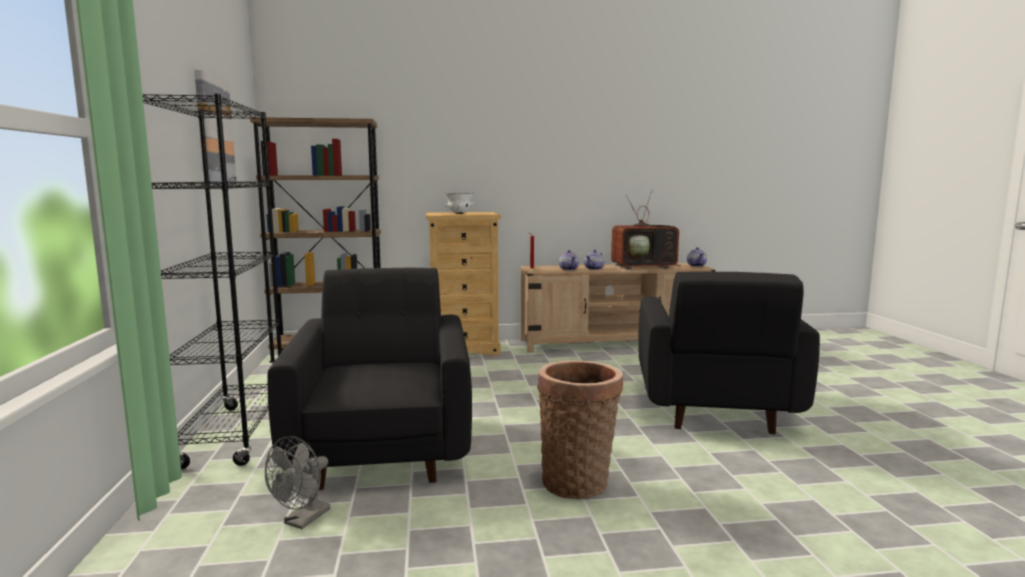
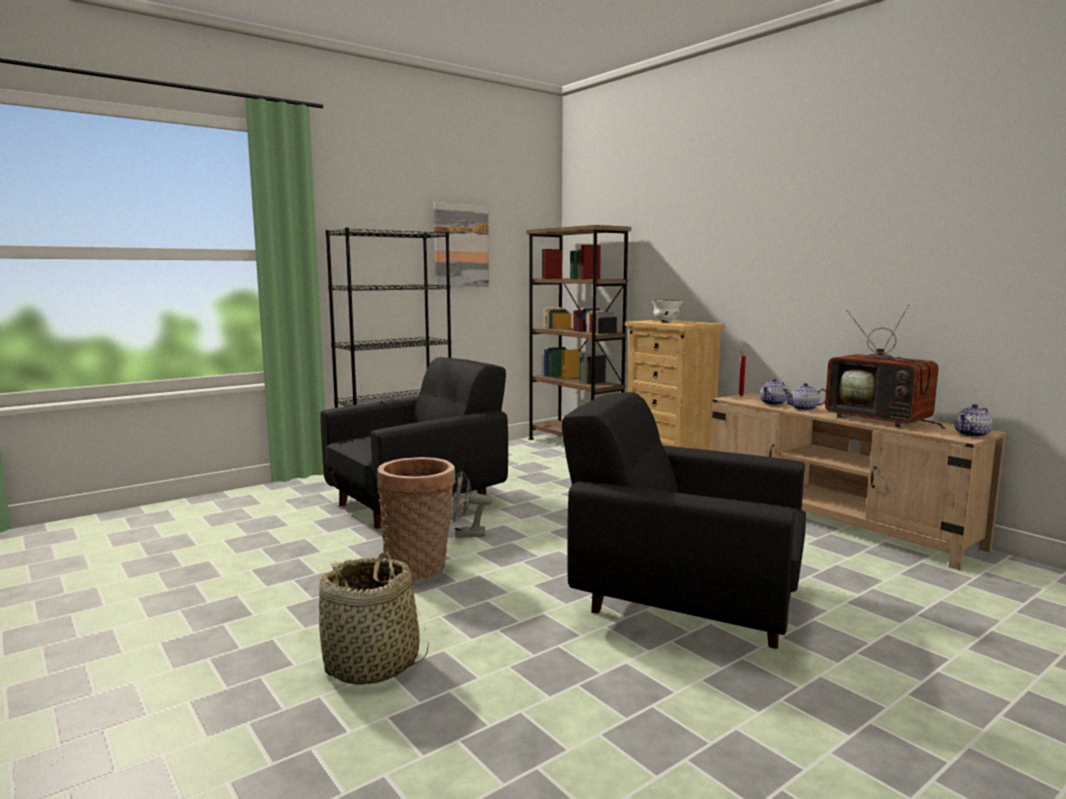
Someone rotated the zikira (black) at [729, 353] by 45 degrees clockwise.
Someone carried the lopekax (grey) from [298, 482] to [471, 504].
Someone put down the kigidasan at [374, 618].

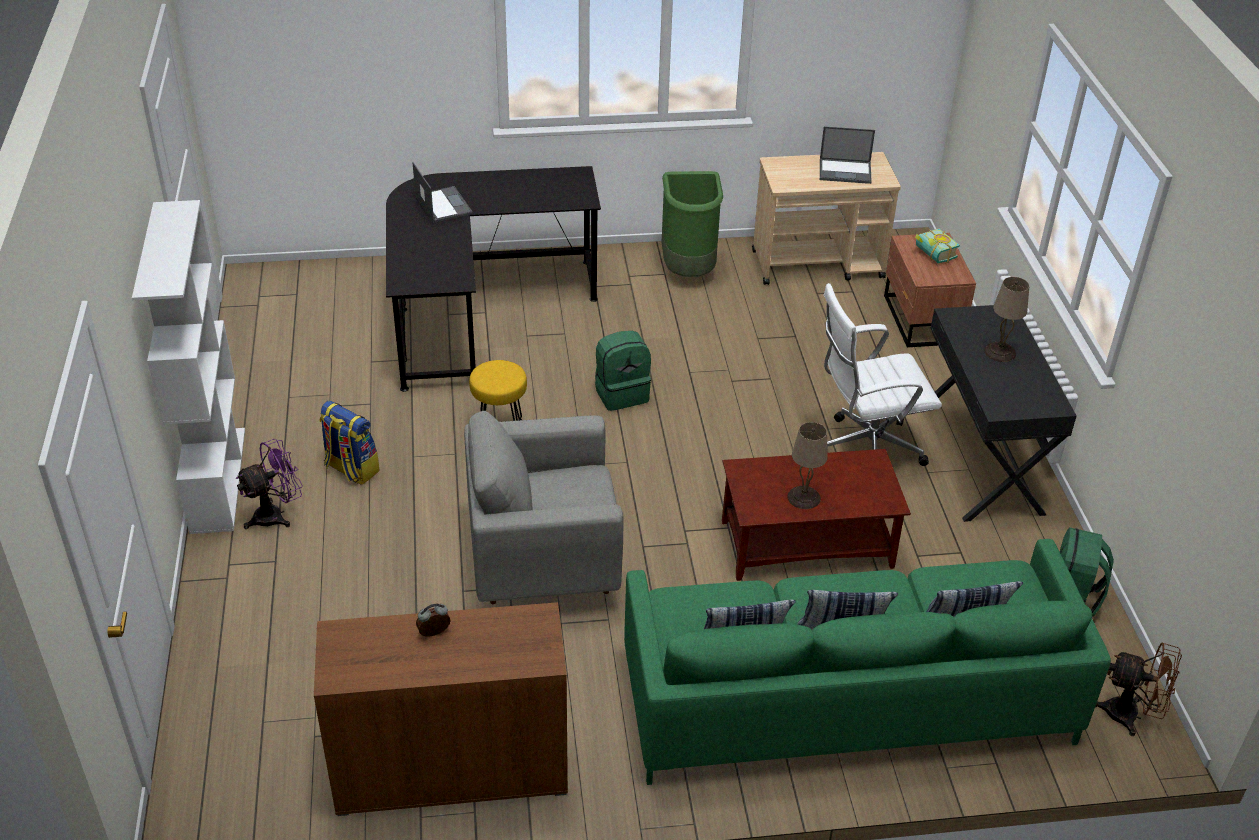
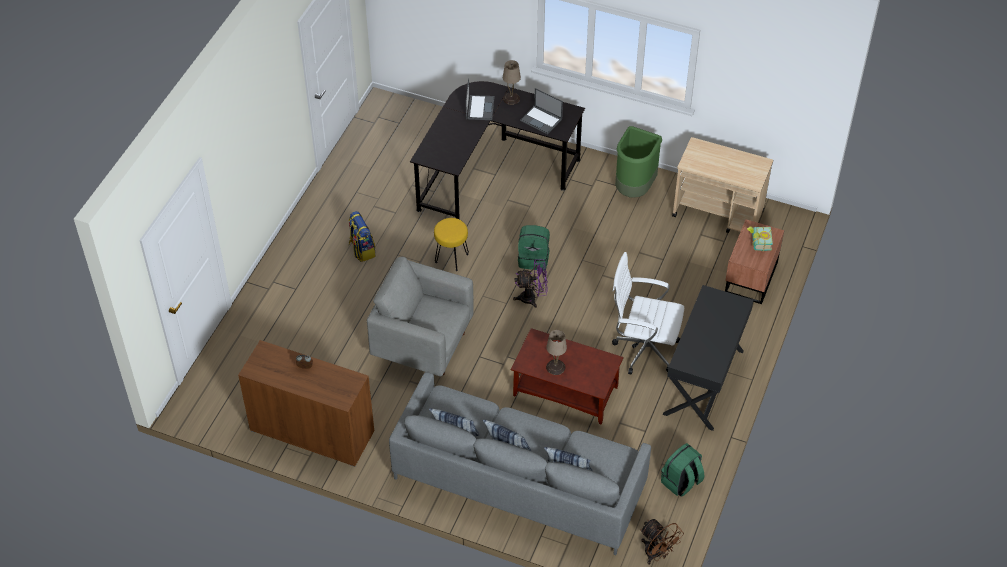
Someone carried the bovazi from [847, 155] to [541, 111].
Someone took away the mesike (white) at [188, 367].
Someone carried the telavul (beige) from [1006, 319] to [512, 82].
Someone carried the lopekax (purple) from [269, 484] to [530, 283].
Someone repainted the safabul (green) at [867, 662], which became the safabul (grey) at [520, 463].

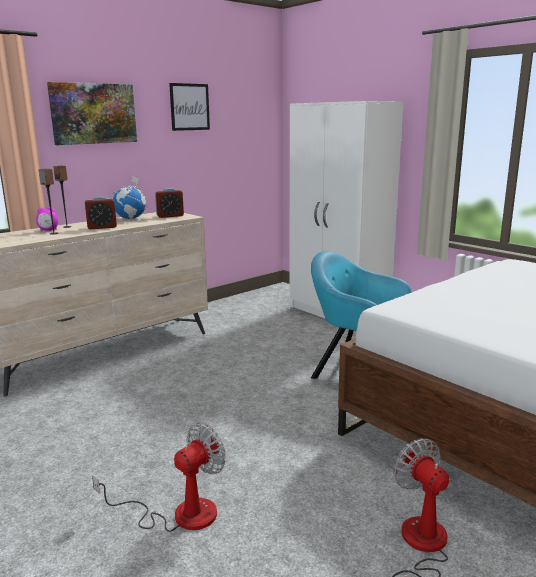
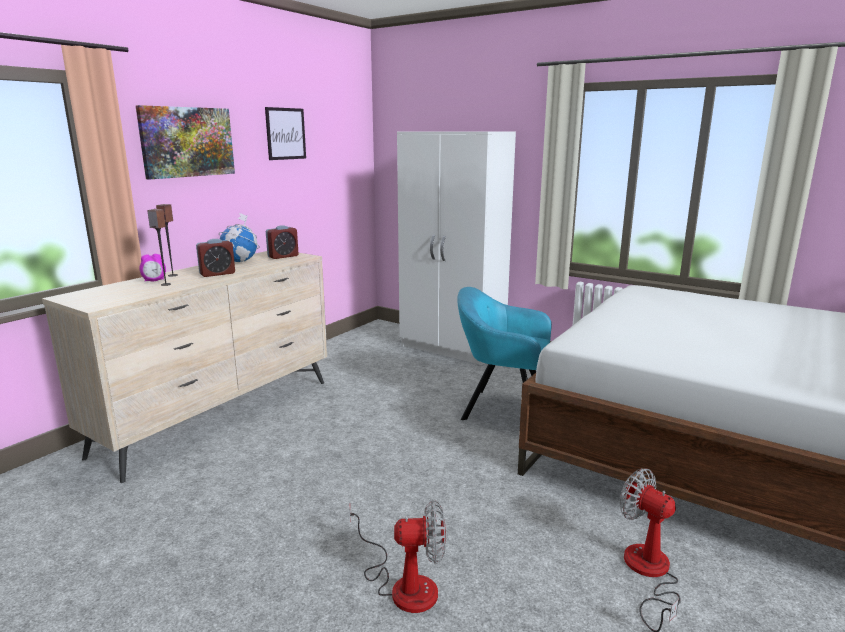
Someone rotated the lopekax at [159, 478] by 60 degrees clockwise.

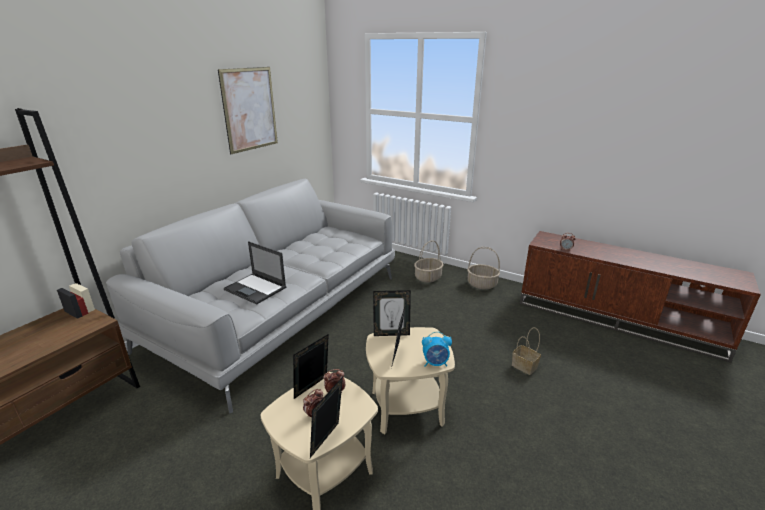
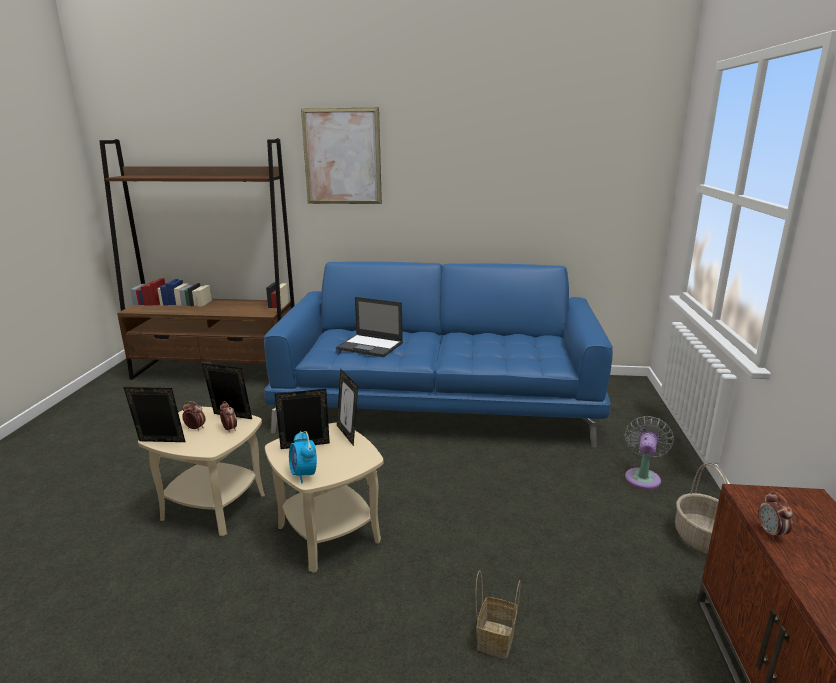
Someone carried the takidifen from [248, 110] to [341, 156].
Someone repainted the safabul (grey) at [250, 296], which became the safabul (blue) at [438, 354].
Someone swapped the kigidasan at [428, 261] for the lopekax (grey) at [649, 452].
Someone rotated the bovazi at [255, 273] by 75 degrees counterclockwise.

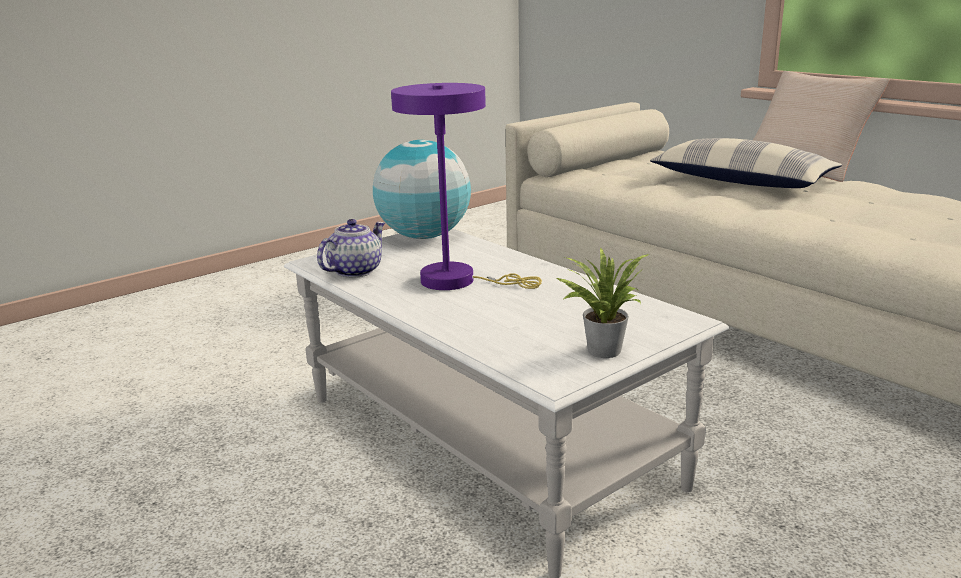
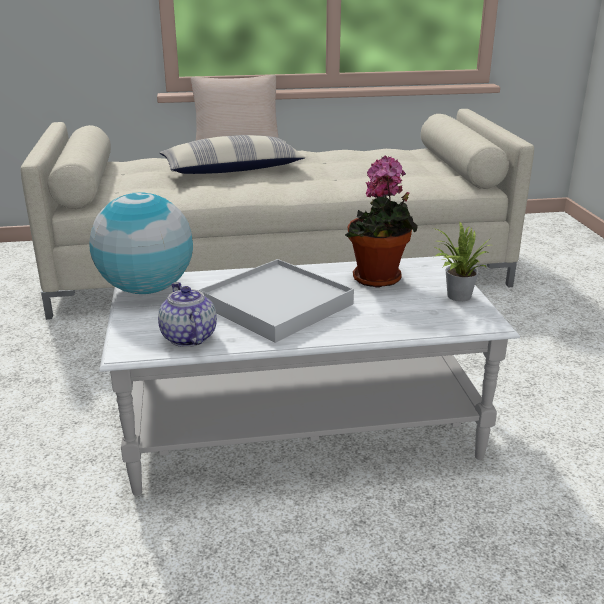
Someone swapped the telavul (purple) at [466, 186] for the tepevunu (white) at [276, 301].
Someone put down the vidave at [381, 222].

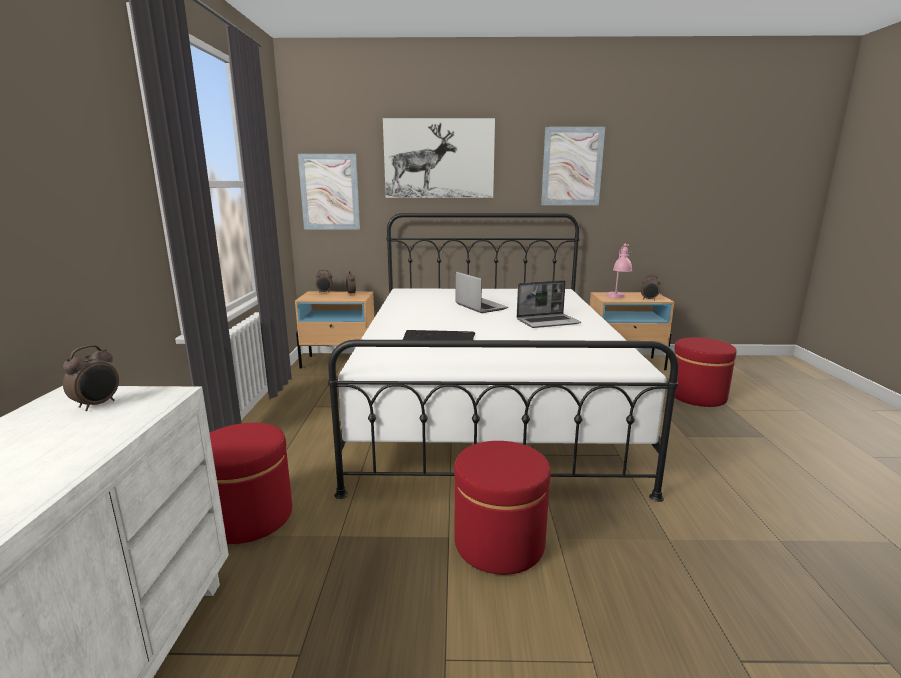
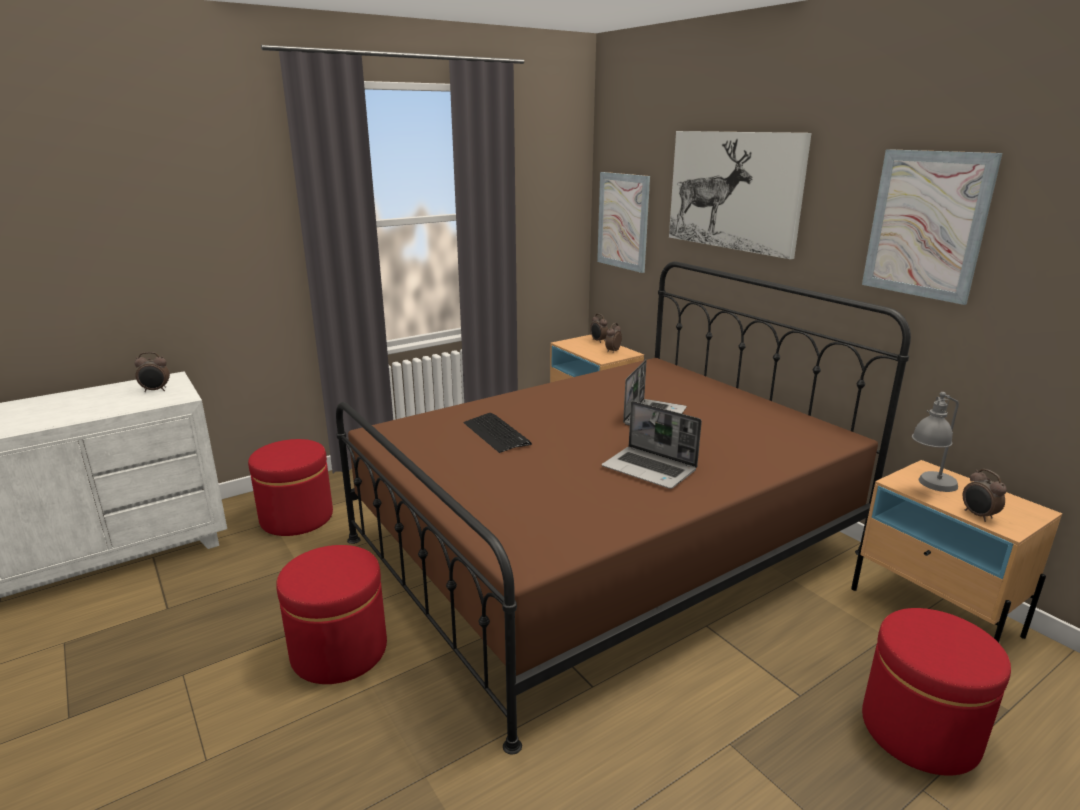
Someone repainted the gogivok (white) at [503, 357], which became the gogivok (brown) at [623, 508].
Someone repainted the telavul (pink) at [619, 271], which became the telavul (grey) at [935, 442].

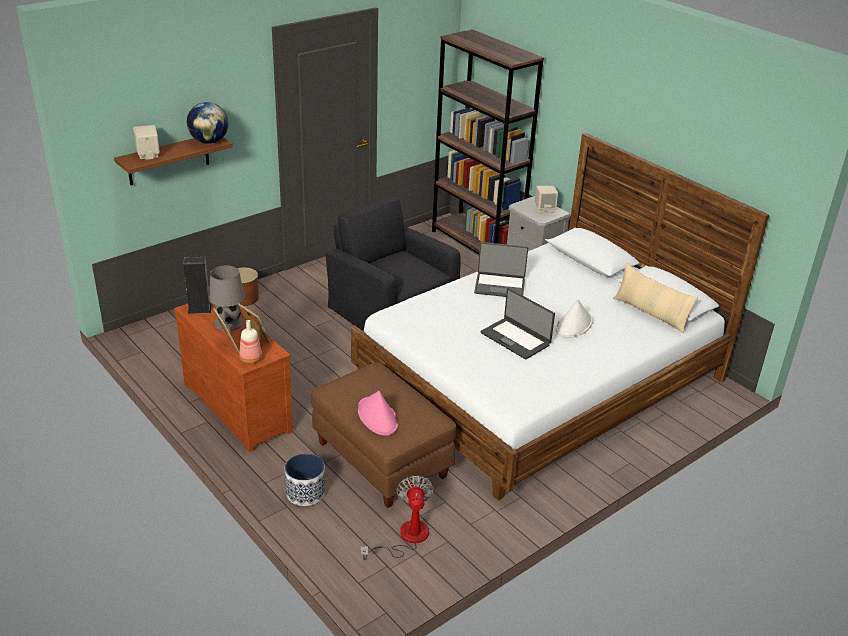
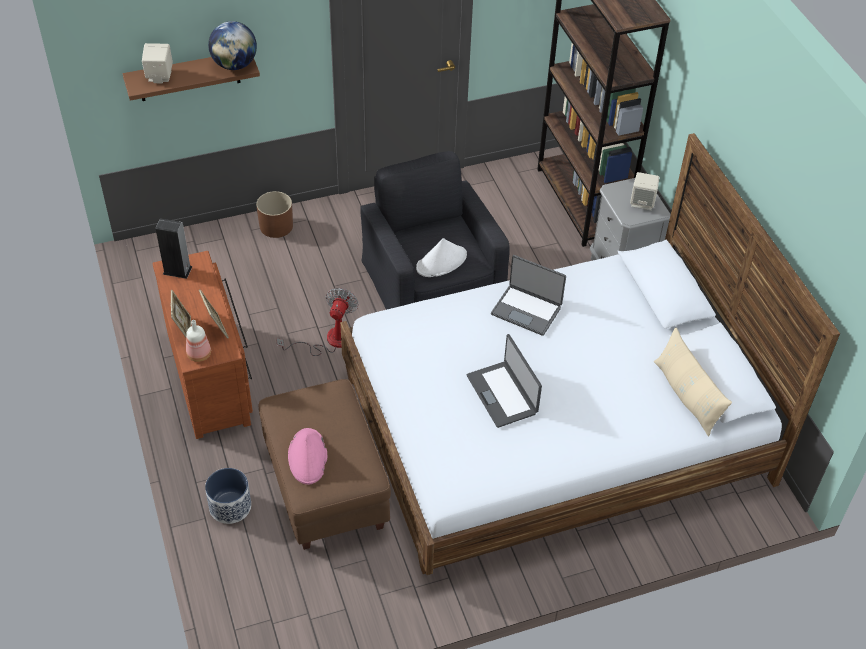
Someone took away the telavul (grey) at [226, 298].
Someone carried the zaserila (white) from [574, 319] to [441, 257].
Someone carried the lopekax from [397, 517] to [317, 322].

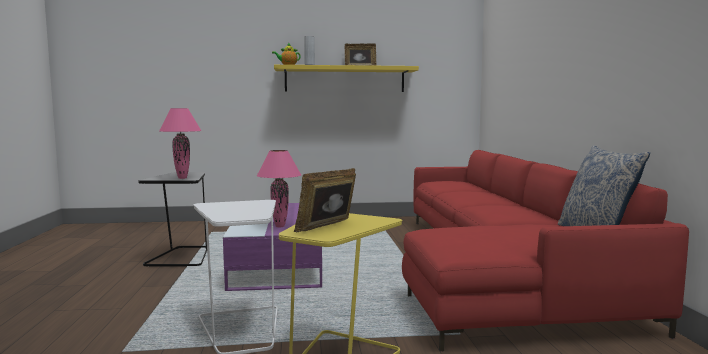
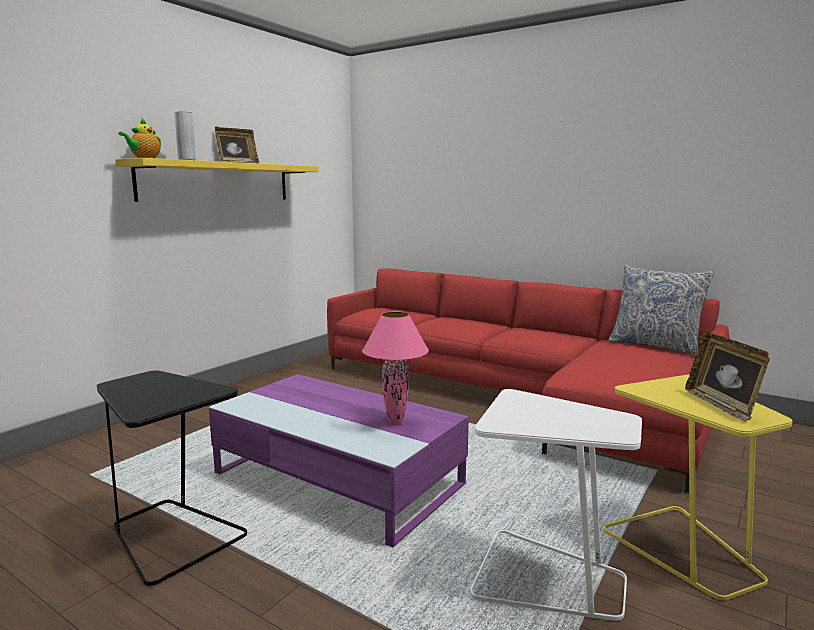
Someone took away the telavul (pink) at [180, 143].

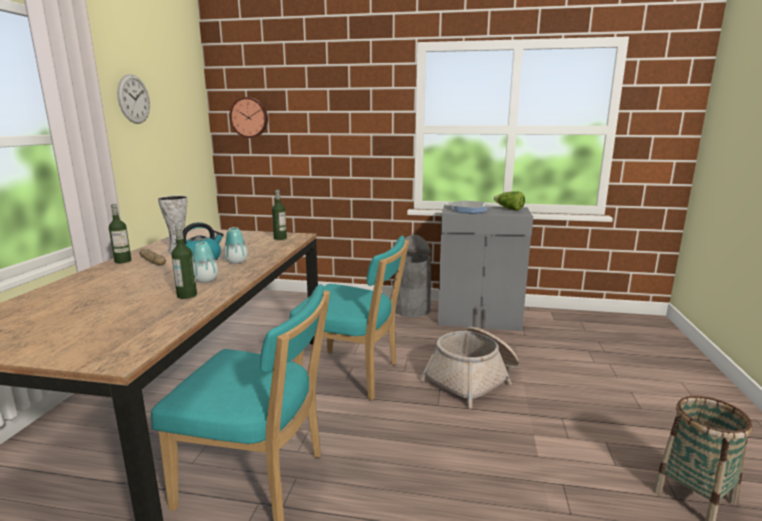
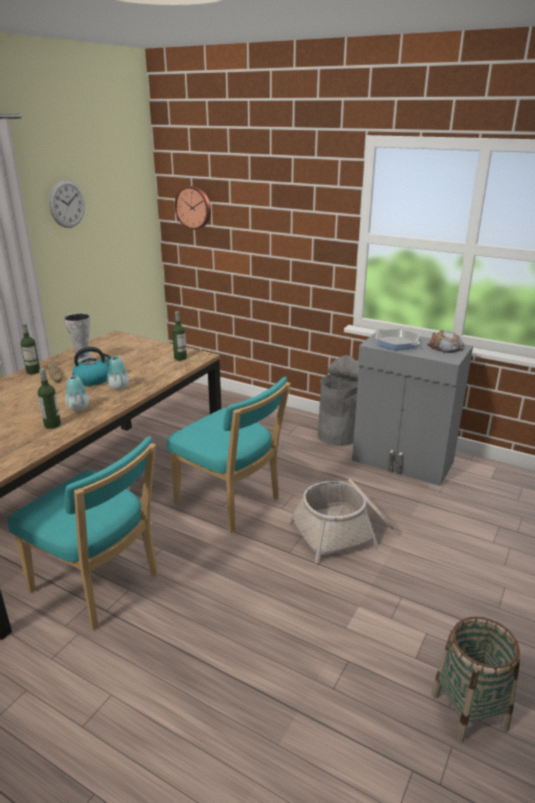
Someone swapped the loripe at [509, 201] for the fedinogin at [445, 341].

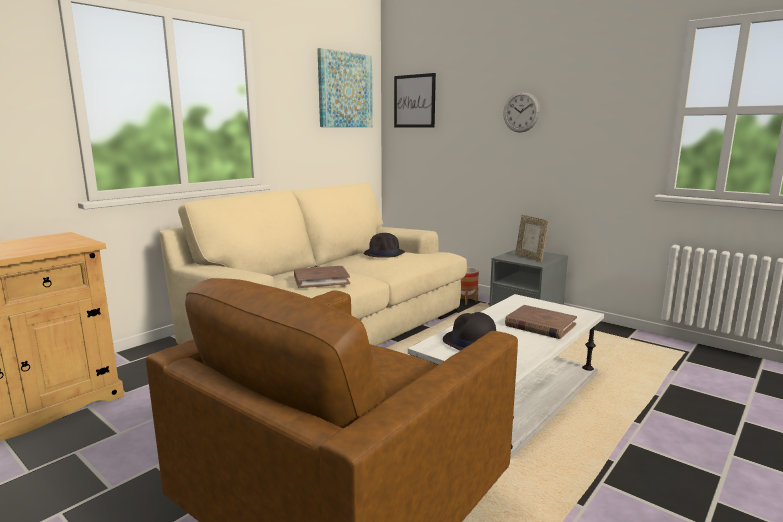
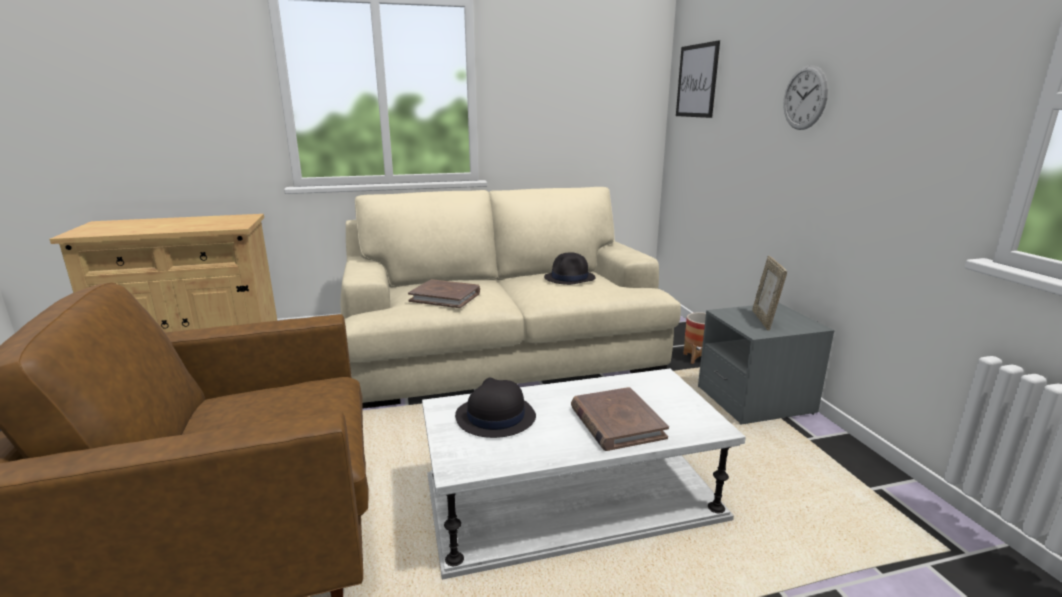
Someone took away the takidifen at [345, 87].

